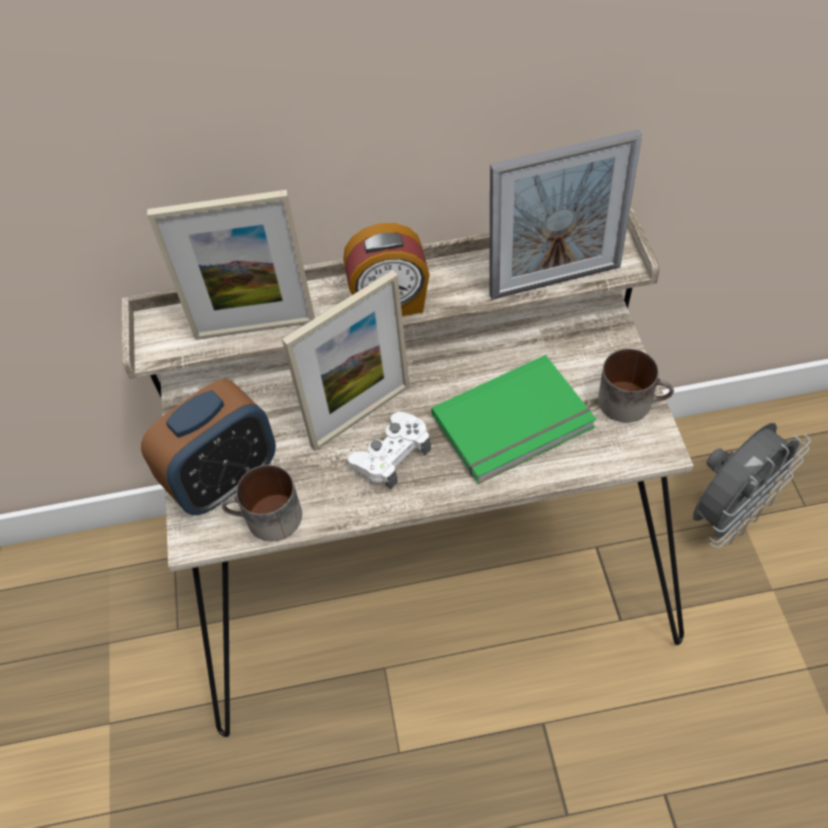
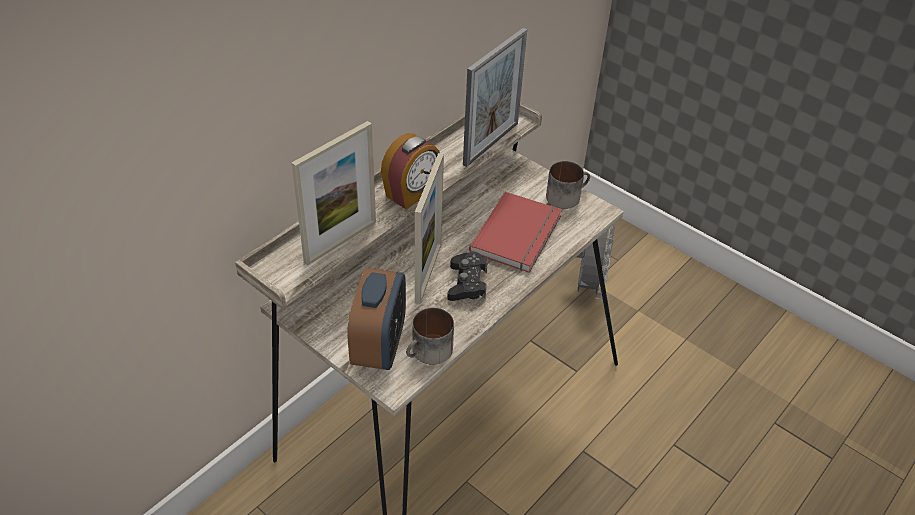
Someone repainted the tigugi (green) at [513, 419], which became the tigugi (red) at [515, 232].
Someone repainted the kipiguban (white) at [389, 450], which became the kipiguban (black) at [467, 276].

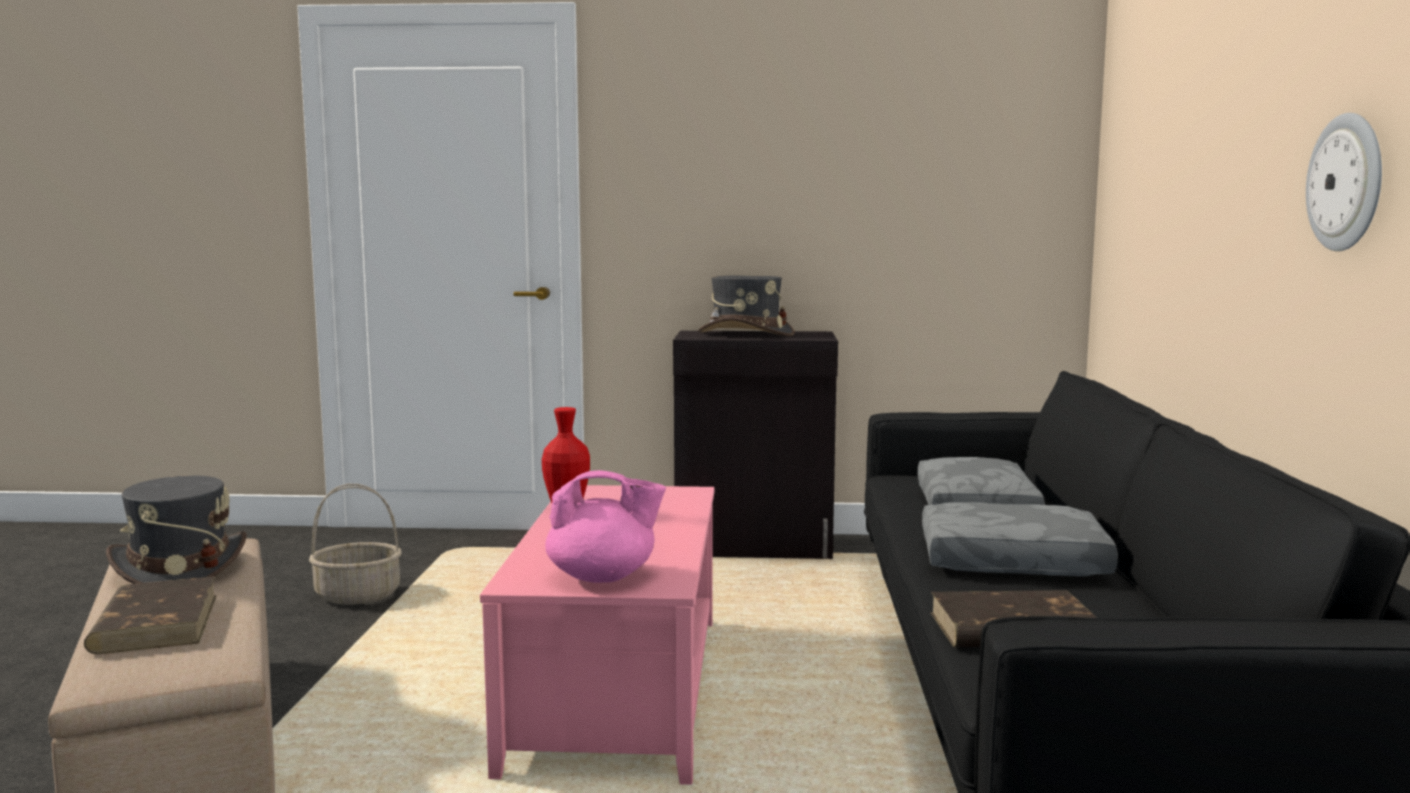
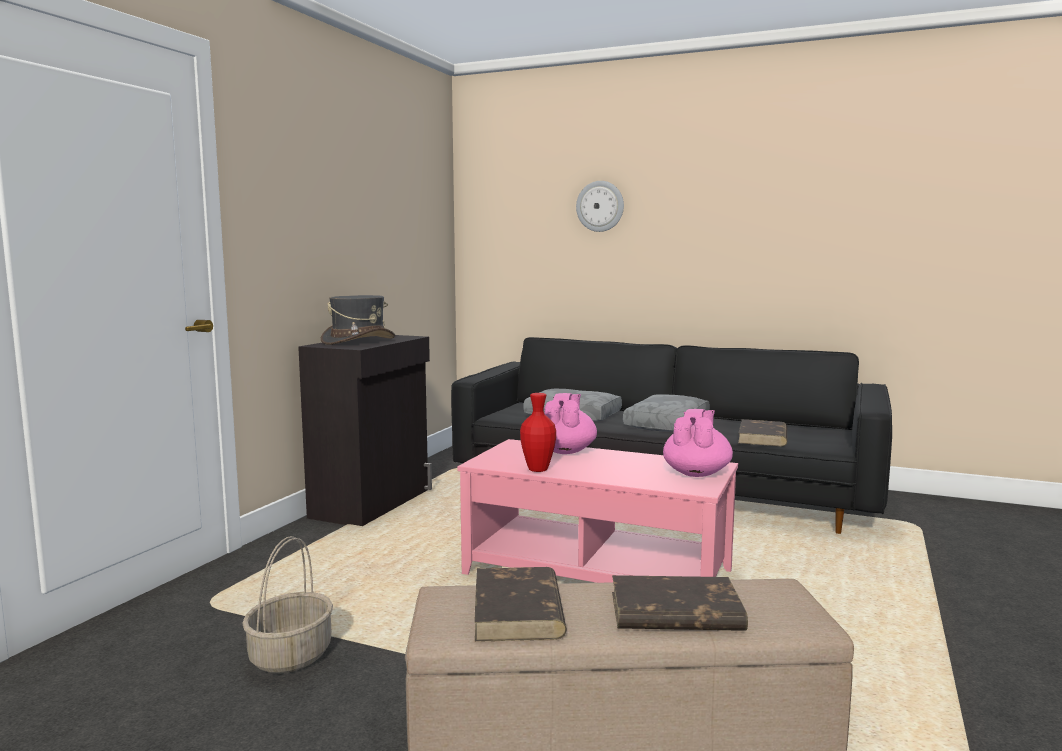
Someone carried the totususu from [1344, 182] to [600, 206].
Someone swapped the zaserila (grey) at [176, 529] for the tigugi (brown) at [520, 604].
Someone put down the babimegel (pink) at [570, 423].

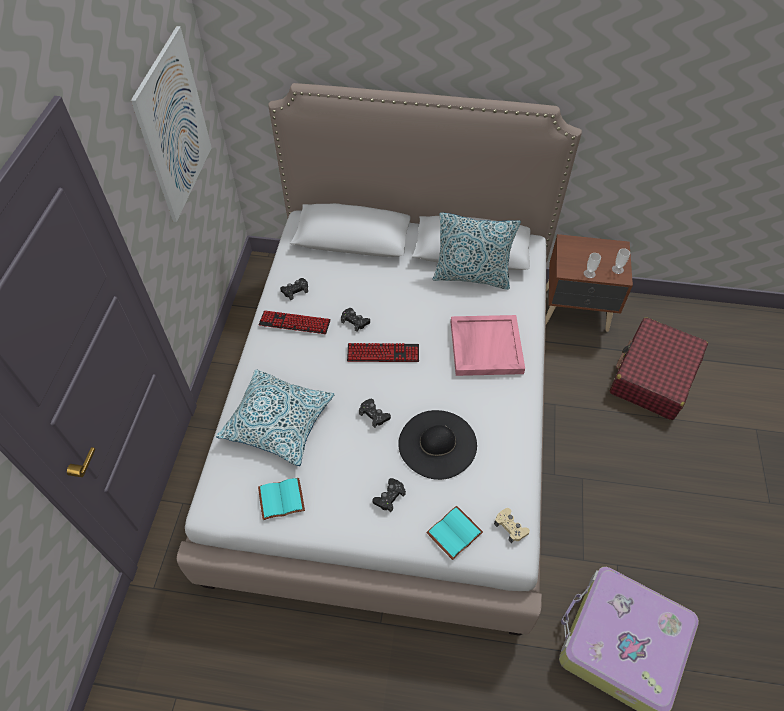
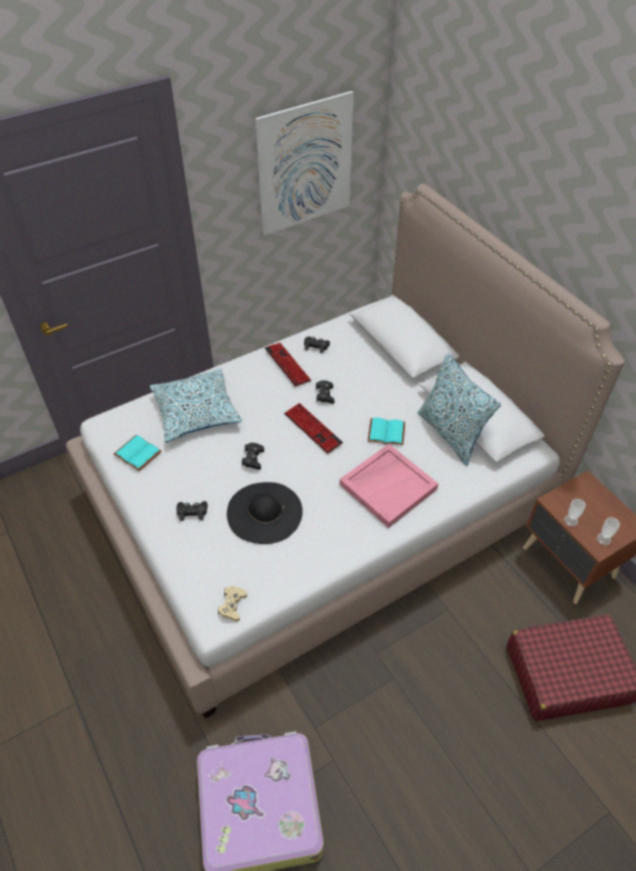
Someone carried the tigugi (turquoise) from [454, 533] to [386, 431].

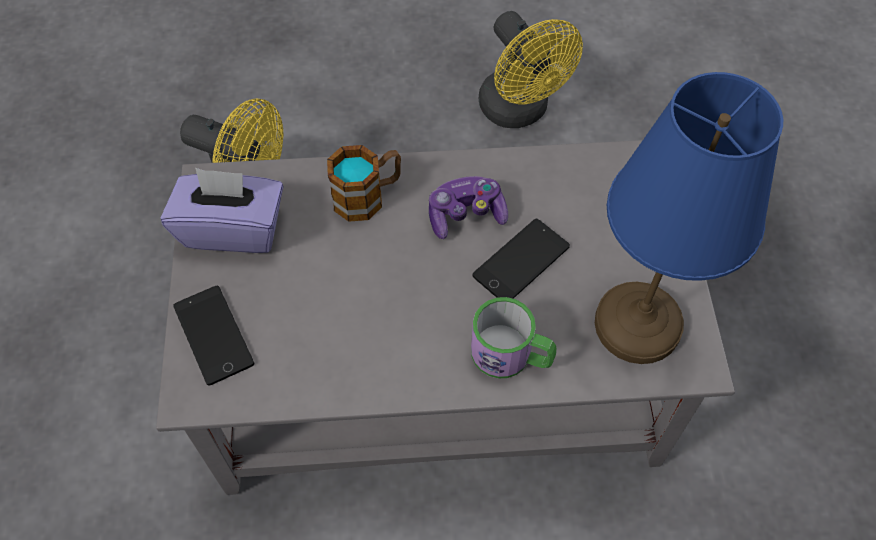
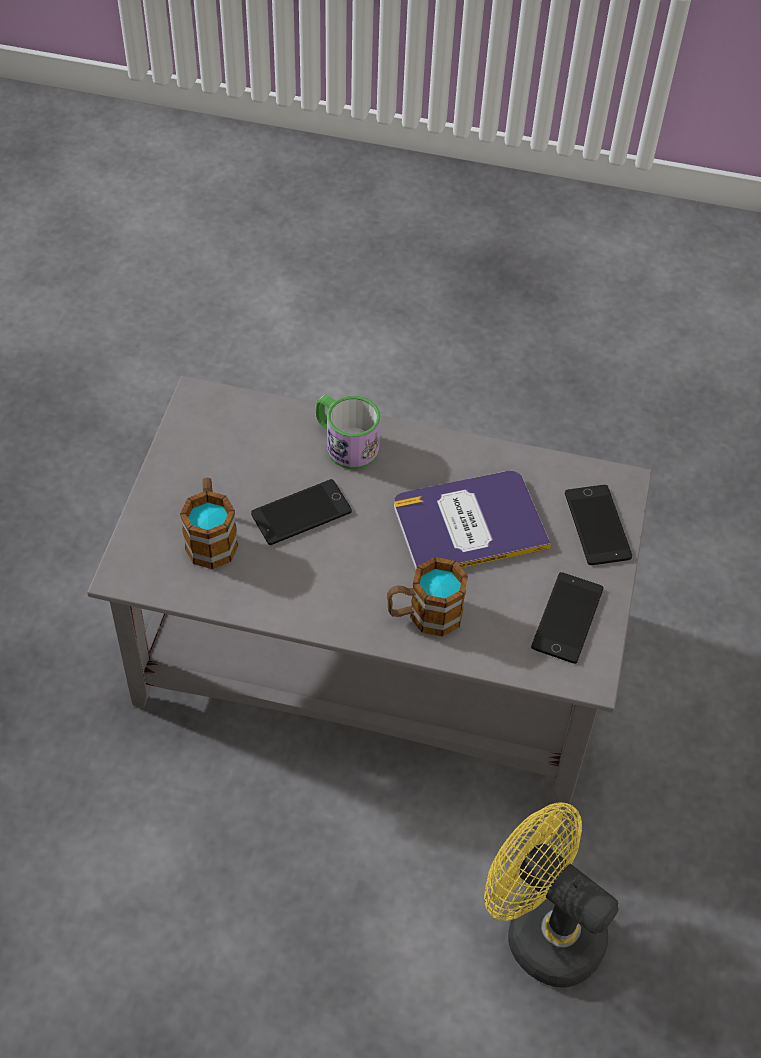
Someone took away the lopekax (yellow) at [531, 69].
Someone took away the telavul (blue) at [689, 218].
Someone swapped the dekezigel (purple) at [222, 210] for the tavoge at [567, 618].
Someone took away the kipiguban at [468, 207].
Someone put down the tigugi at [472, 520].
Someone put down the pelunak at [209, 523].

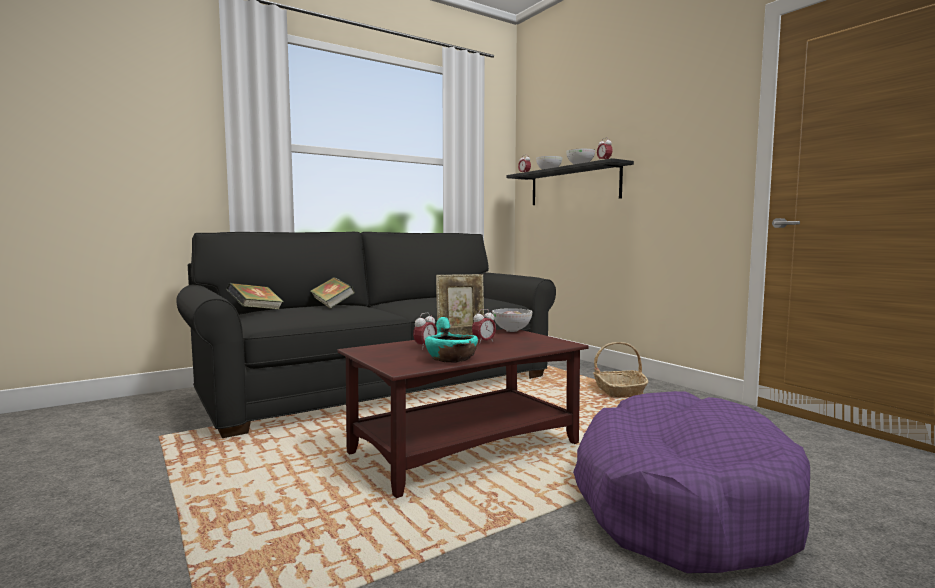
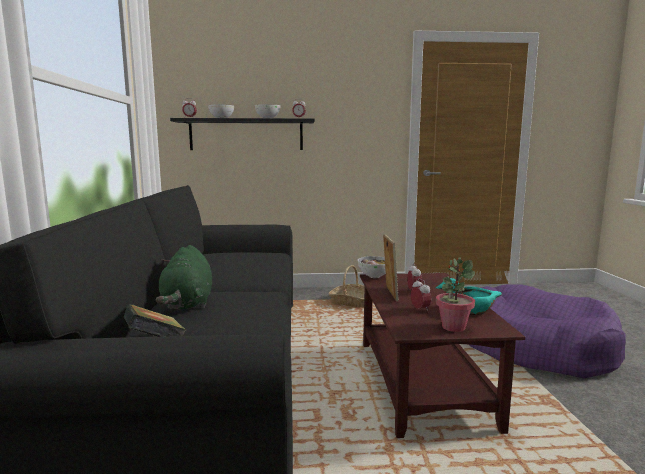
Someone swapped the tigugi at [333, 293] for the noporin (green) at [184, 277].
Someone put down the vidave at [455, 294].

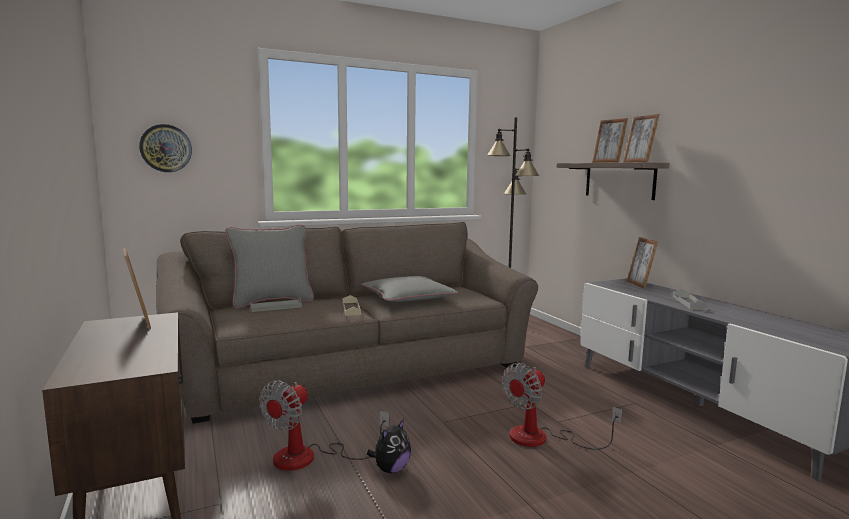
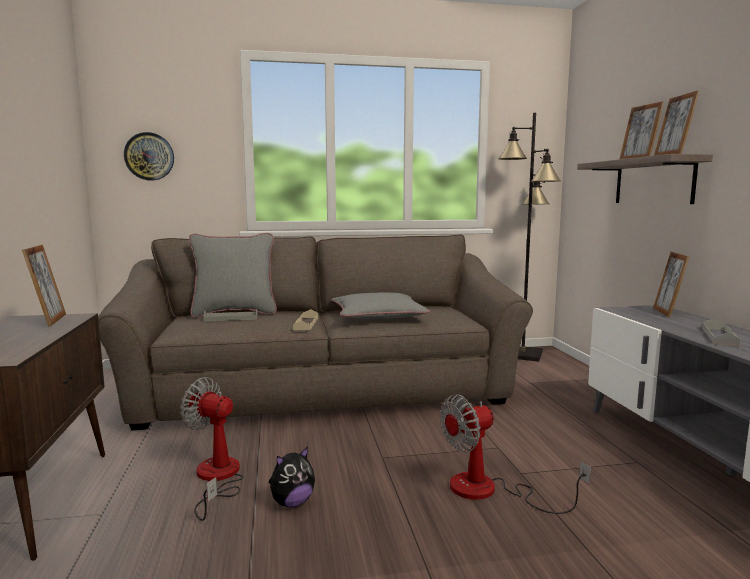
Someone rotated the lopekax at [324, 425] by 75 degrees clockwise.

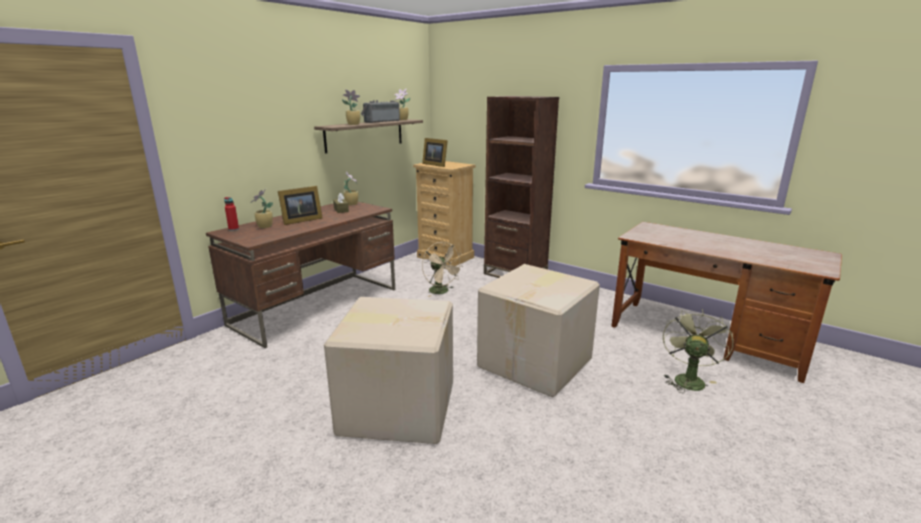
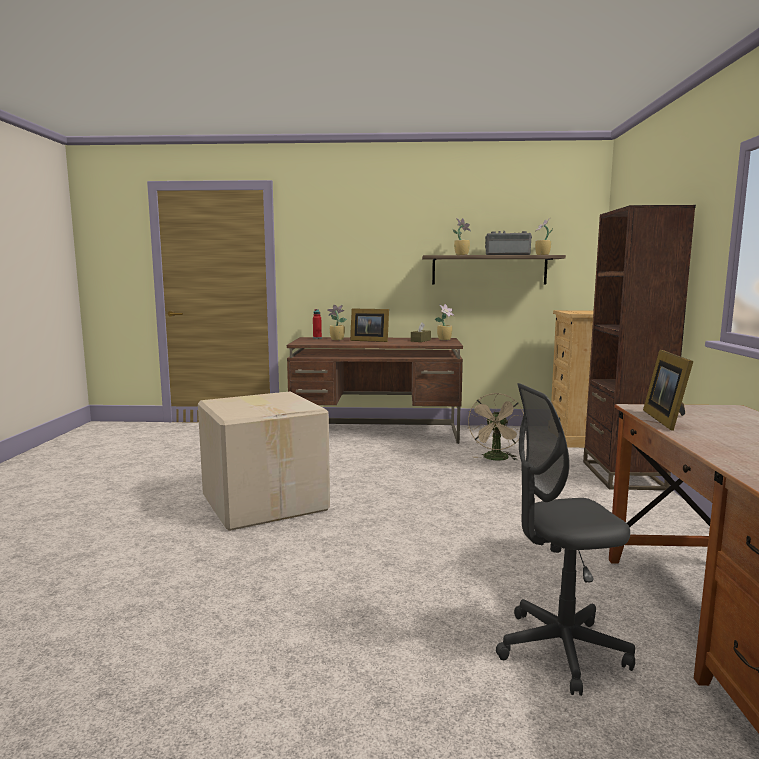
Someone carried the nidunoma from [435, 152] to [668, 390].
Someone took away the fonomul at [538, 330].
Someone swapped the lopekax (green) at [698, 351] for the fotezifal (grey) at [565, 539].

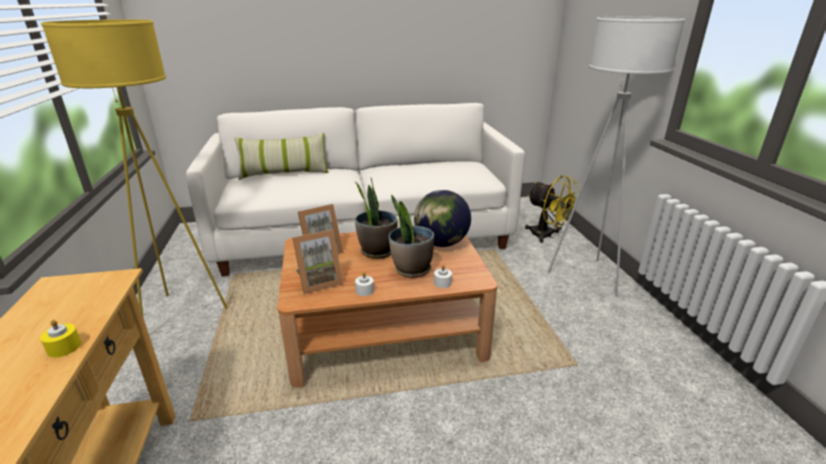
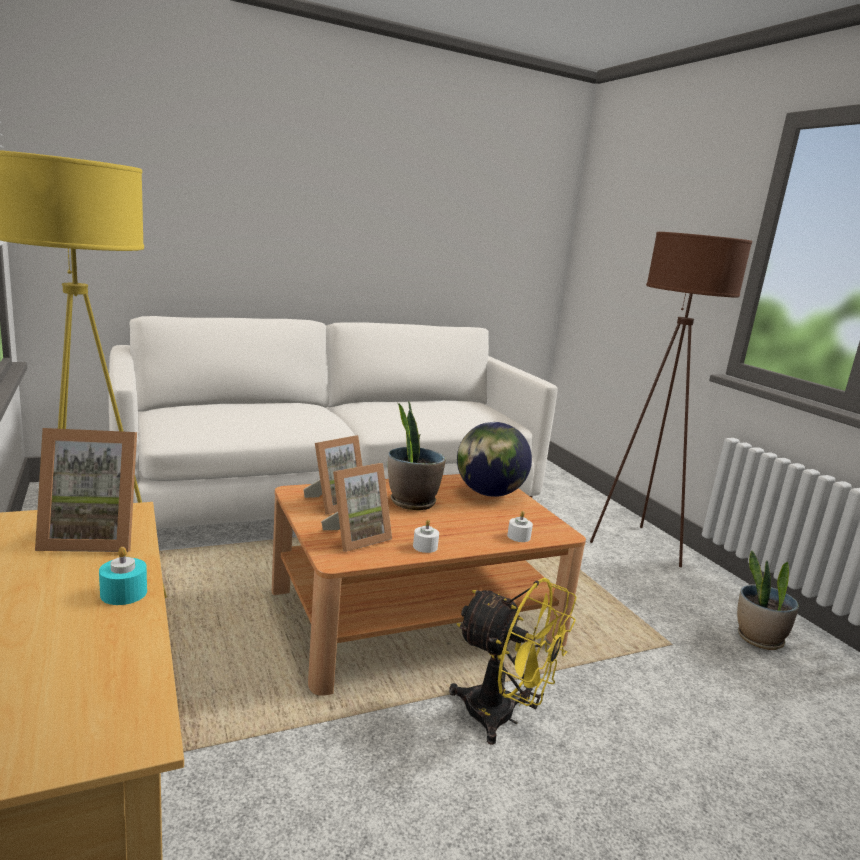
Someone repainted the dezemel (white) at [616, 157], which became the dezemel (brown) at [671, 399].
Someone took away the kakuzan at [281, 156].
Someone carried the lopekax (yellow) from [552, 209] to [513, 661].
Someone carried the vidave from [411, 236] to [768, 600].
Someone repainted the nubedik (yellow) at [61, 339], which became the nubedik (turquoise) at [123, 576].
Someone put down the nidunoma at [86, 490].

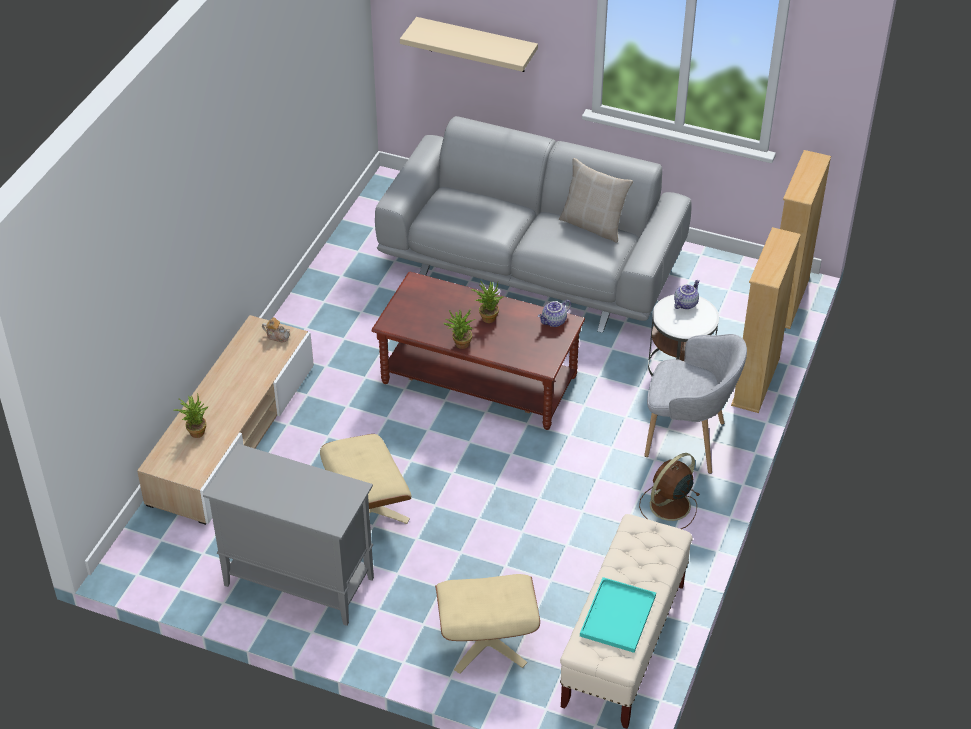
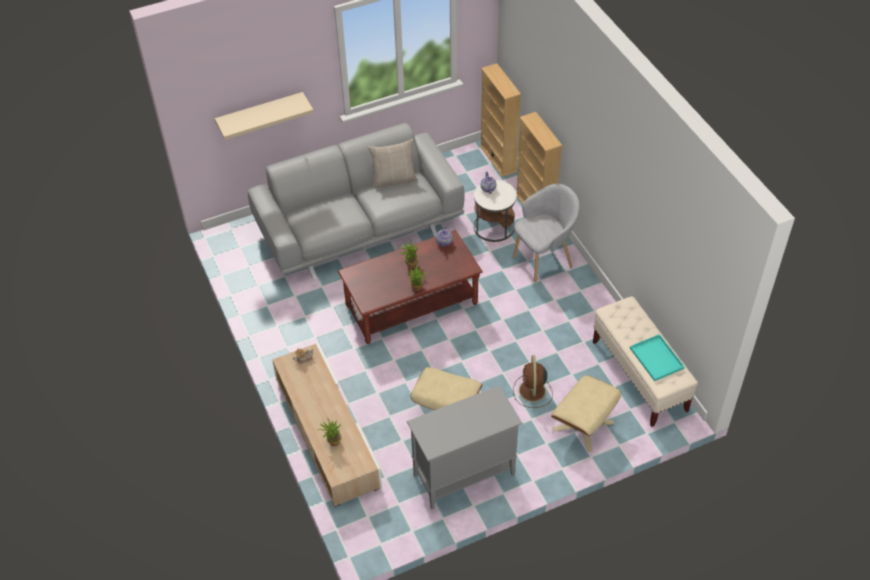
Someone carried the lopekax (brown) from [669, 491] to [533, 381].

